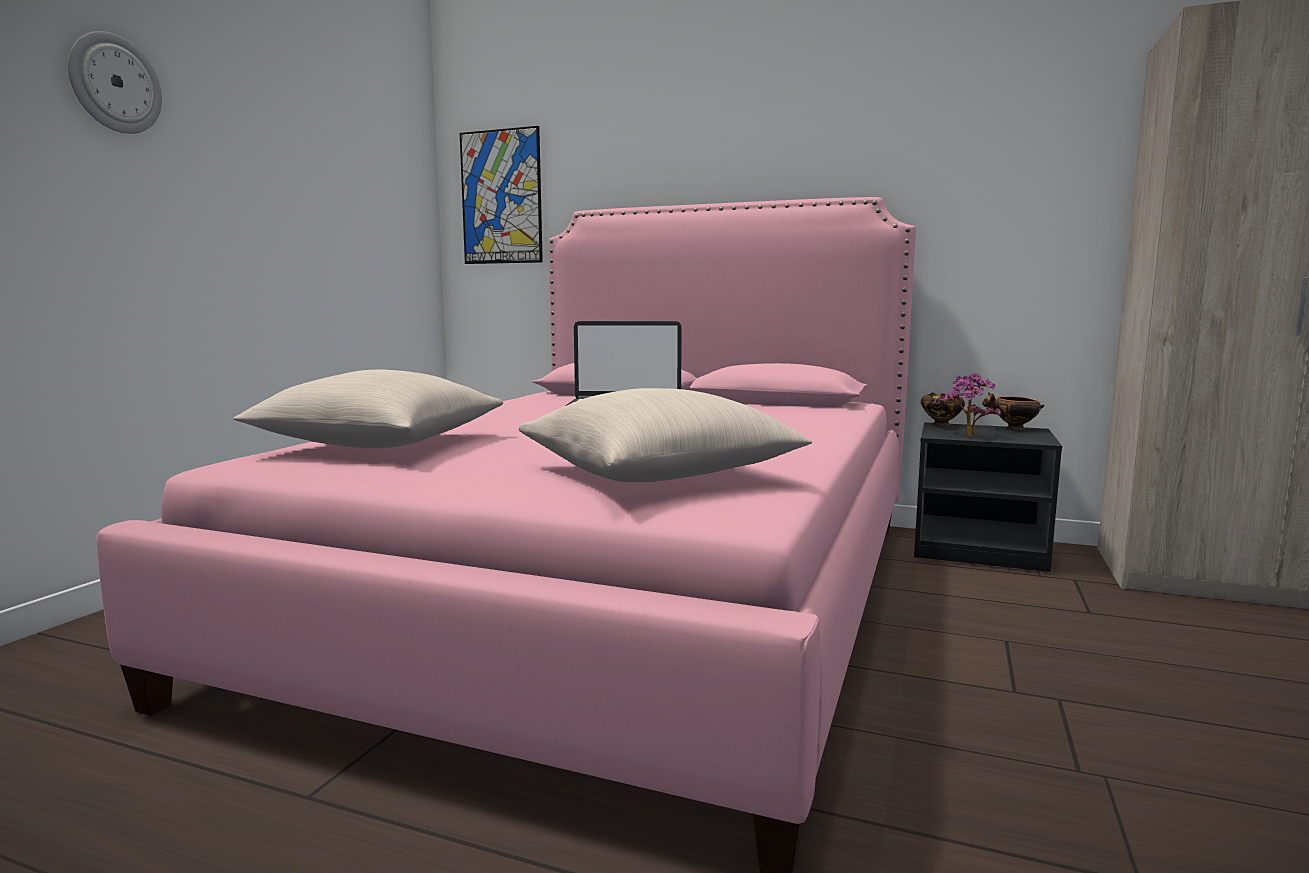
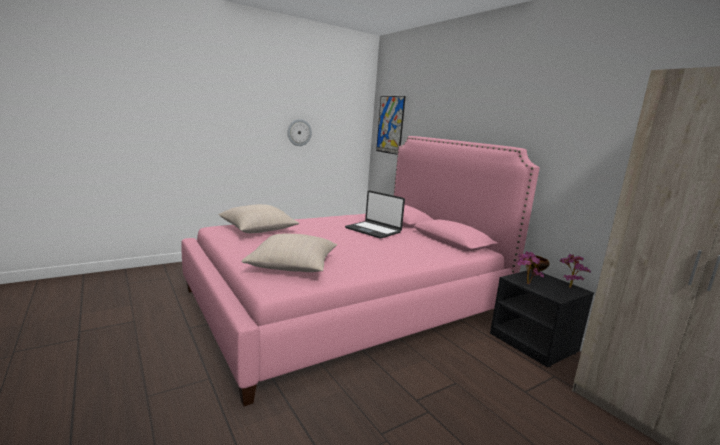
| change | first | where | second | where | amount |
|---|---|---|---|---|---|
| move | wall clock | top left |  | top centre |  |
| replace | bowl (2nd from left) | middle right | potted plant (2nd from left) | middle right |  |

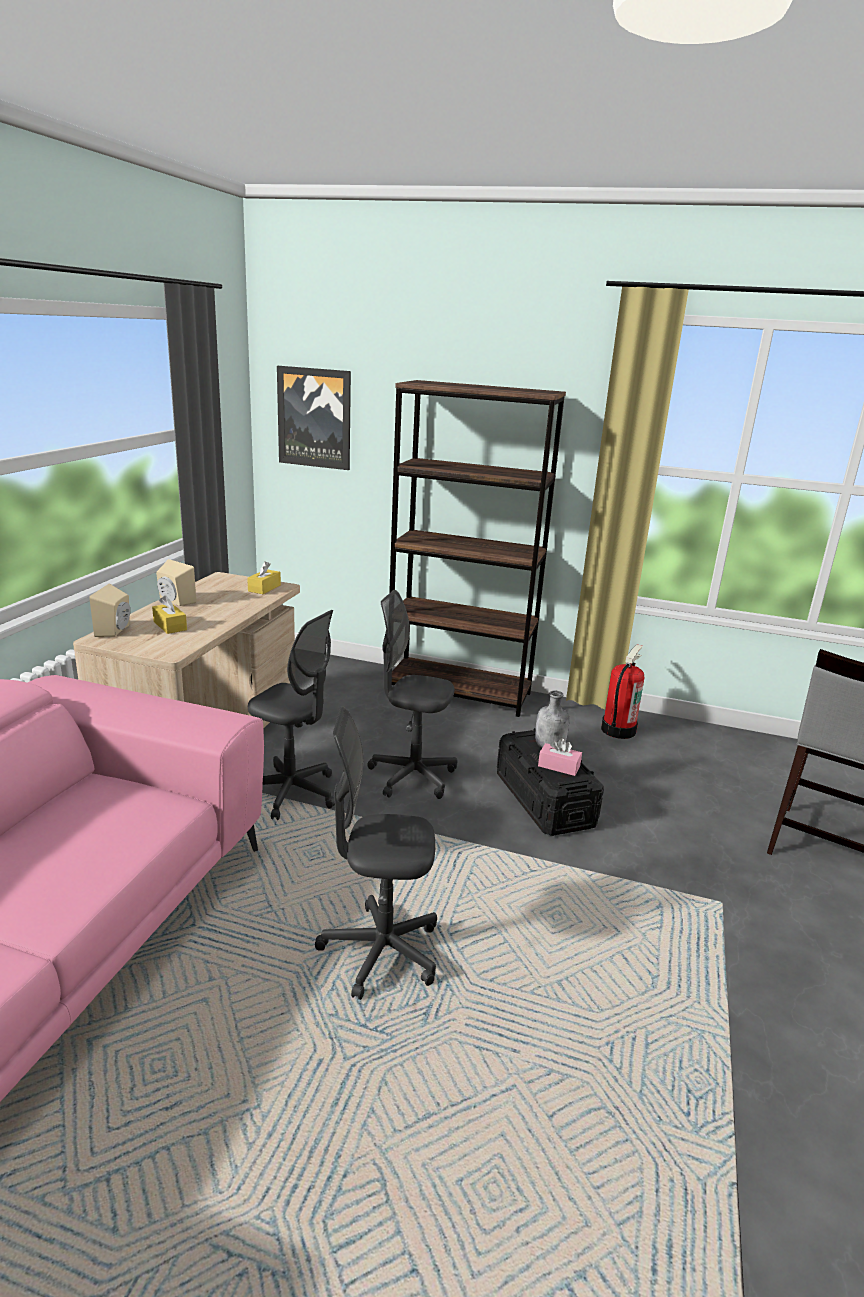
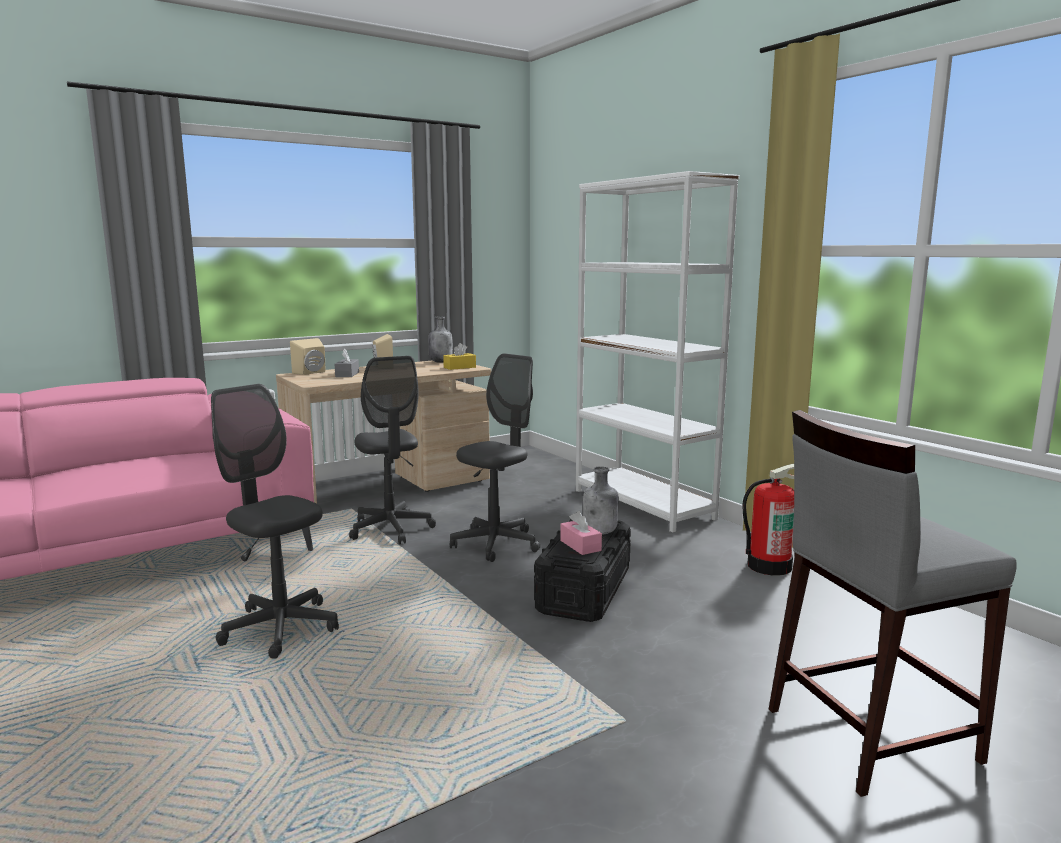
| change | first | where | second | where | amount |
|---|---|---|---|---|---|
| recolor | yellow tissue box (1st from left) | middle left | grey tissue box | middle left |  |
| insert |  |  | grey bottle (1st from left) | centre |  |
| rotate | grey office chair (3rd from left) | centre |  | centre | 75 degrees clockwise |
| recolor | brown bookcase | centre | white bookcase | centre |  |
| delete | picture | top centre |  |  |  |

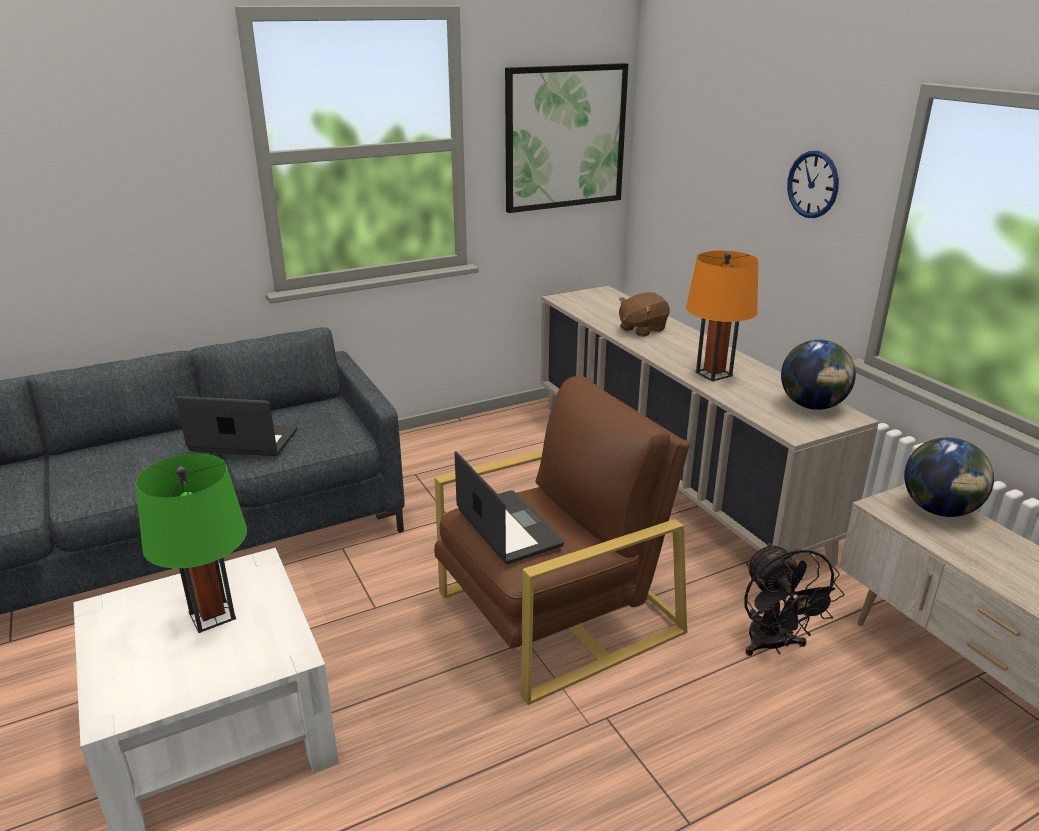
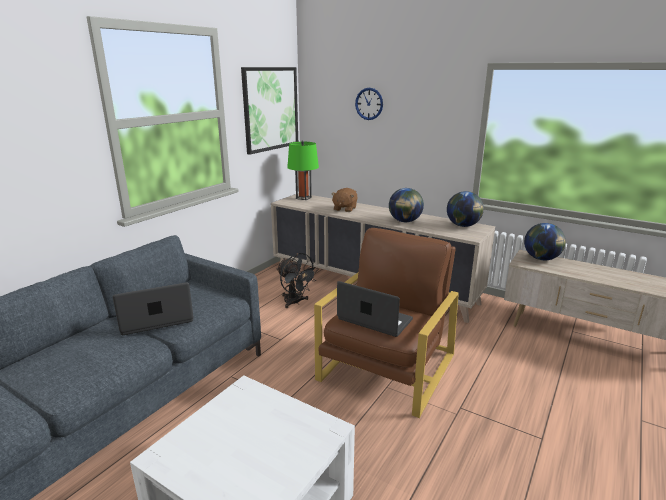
| change | first | where | second | where | amount |
|---|---|---|---|---|---|
| move | black fan | bottom right |  | centre |  |
| move | green table lamp | middle left |  | centre |  |
| move | wall clock | top right |  | top centre |  |
| replace | orange table lamp | middle right | globe (1st from left) | centre |  |

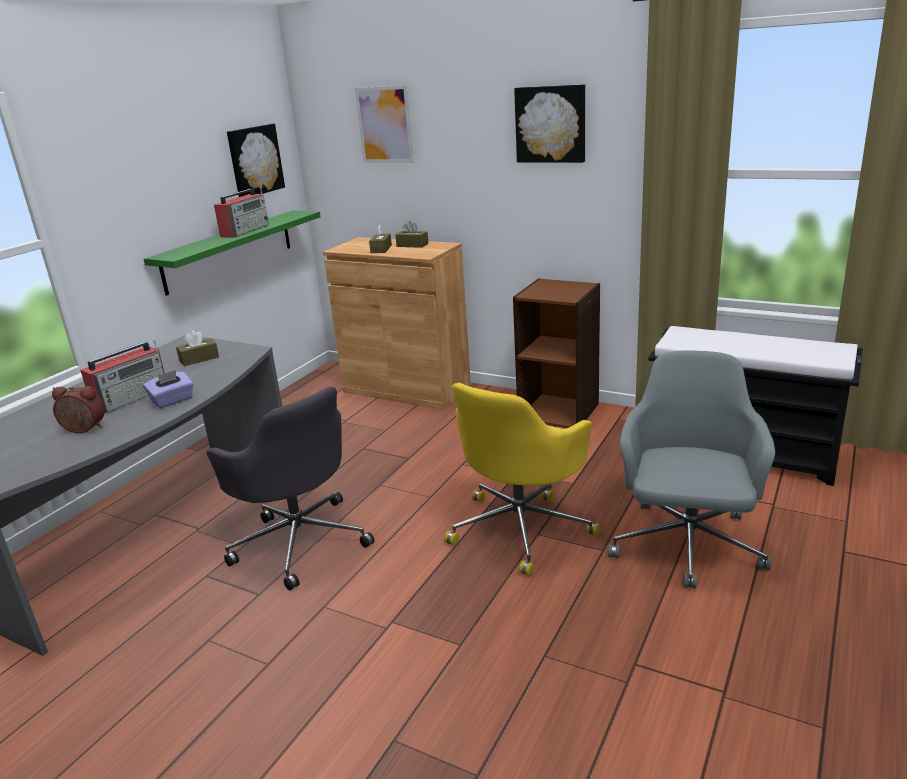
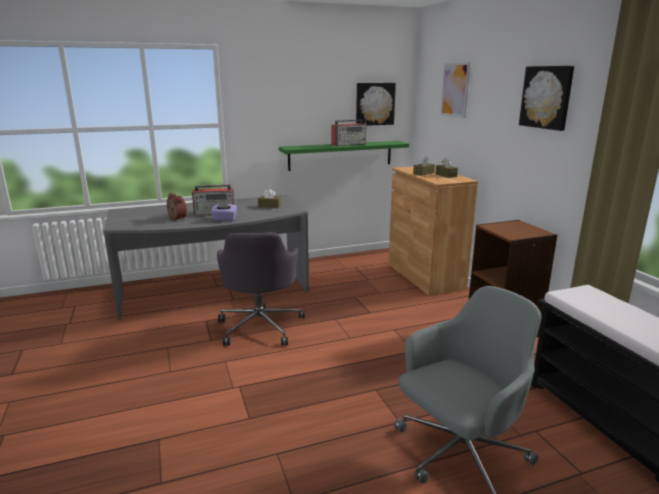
| change | first | where | second | where | amount |
|---|---|---|---|---|---|
| delete | yellow office chair | centre |  |  |  |

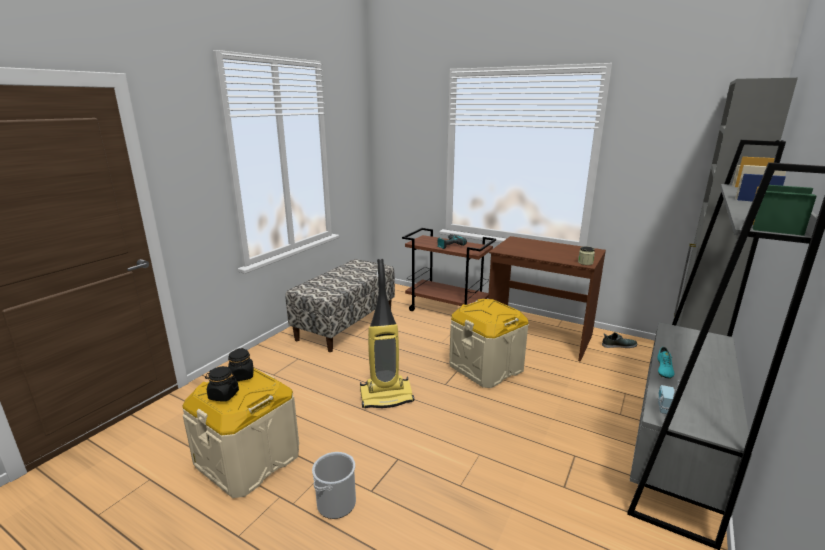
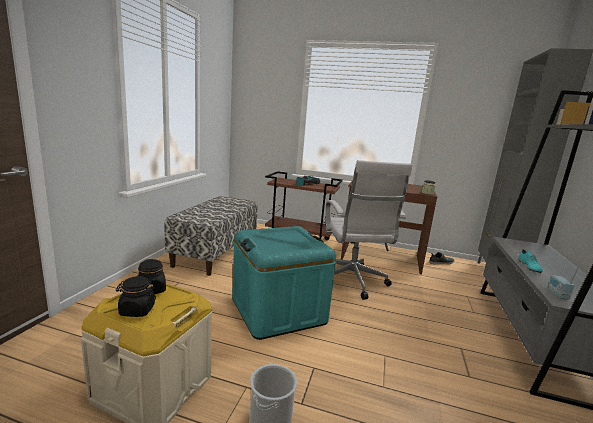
| change | first | where | second | where | amount |
|---|---|---|---|---|---|
| replace | vacuum cleaner | centre | turquoise storage box | bottom centre |  |
| replace | beige storage box (2nd from left) | centre | white office chair | centre |  |

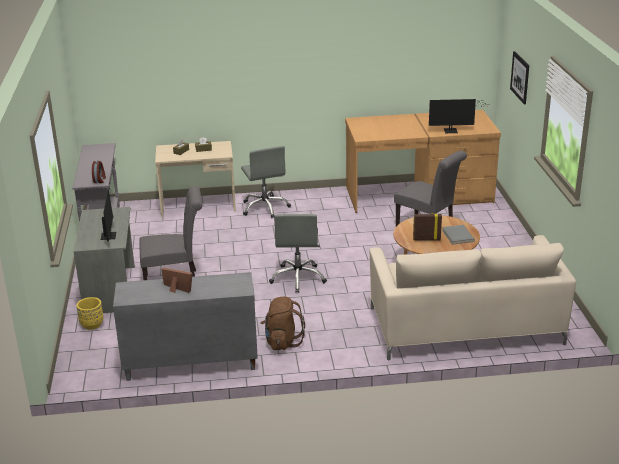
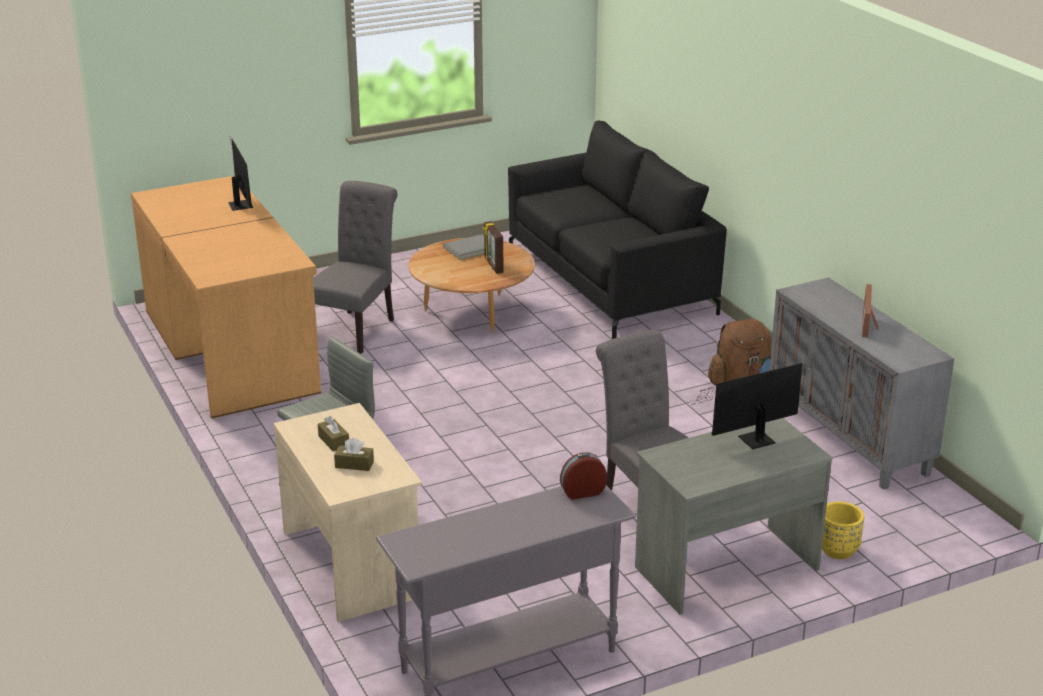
| change | first | where | second | where | amount |
|---|---|---|---|---|---|
| recolor | beige sofa | middle right | black sofa | top centre |  |
| delete | grey office chair (2nd from left) | centre |  |  |  |
| delete | picture | top right |  |  |  |

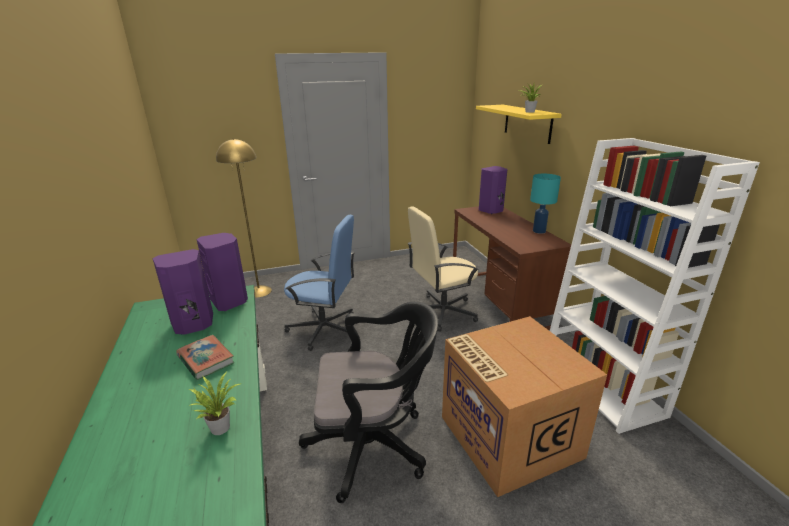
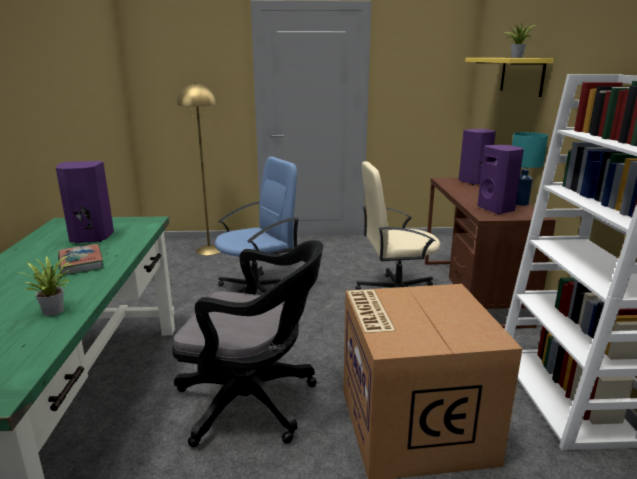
| change | first | where | second | where | amount |
|---|---|---|---|---|---|
| rotate | blue office chair | centre |  | centre | 60 degrees counterclockwise |
| move | purple speaker (2nd from left in the first image) | middle left | purple speaker (3rd from left) | middle right |  |

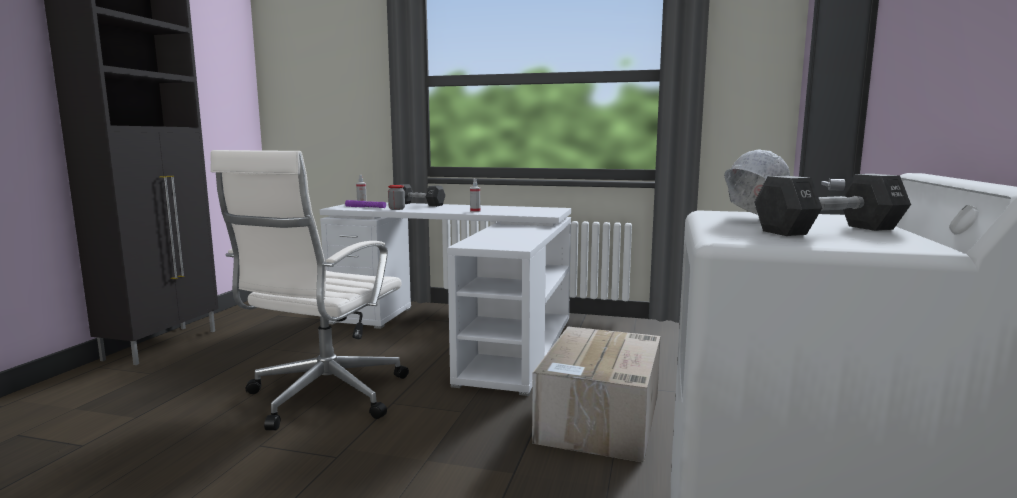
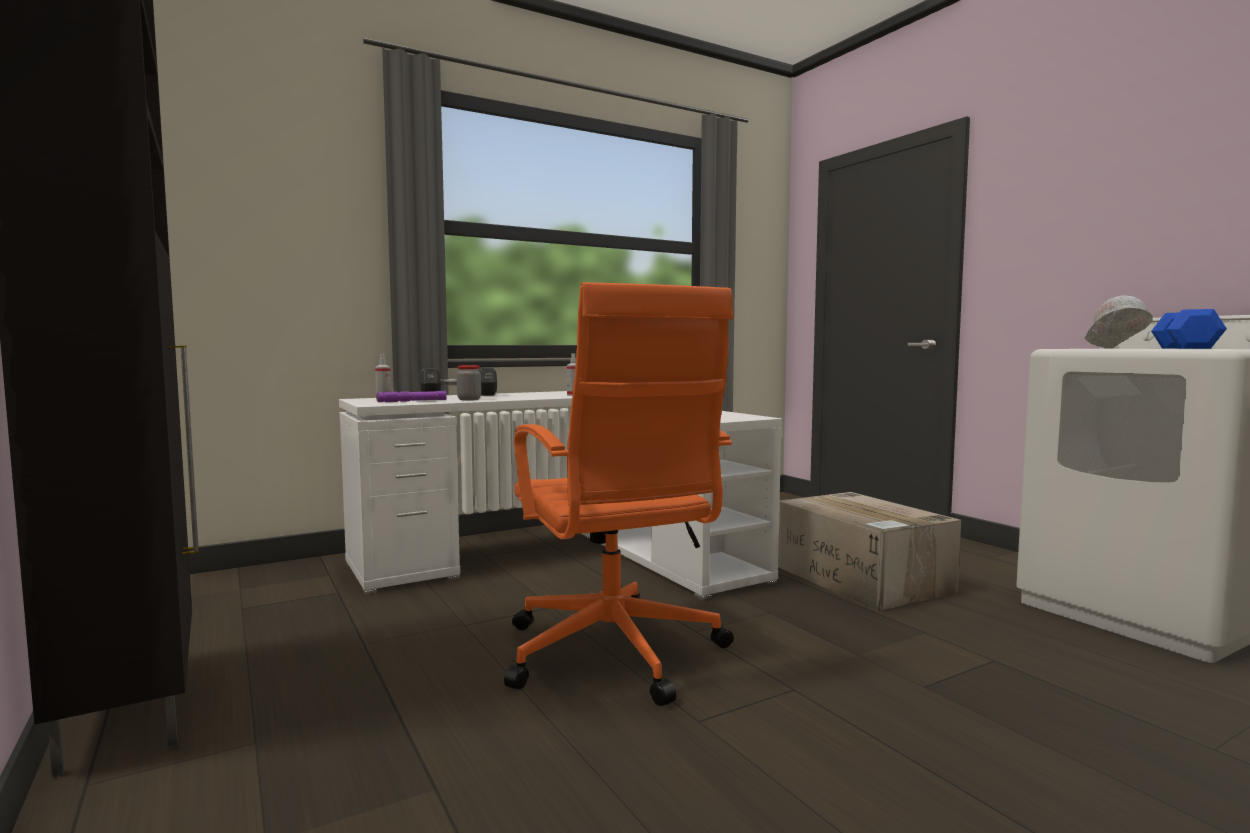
| change | first | where | second | where | amount |
|---|---|---|---|---|---|
| recolor | white office chair | middle left | orange office chair | centre |  |
| recolor | black dumbbell (2nd from left) | middle right | blue dumbbell | middle right |  |

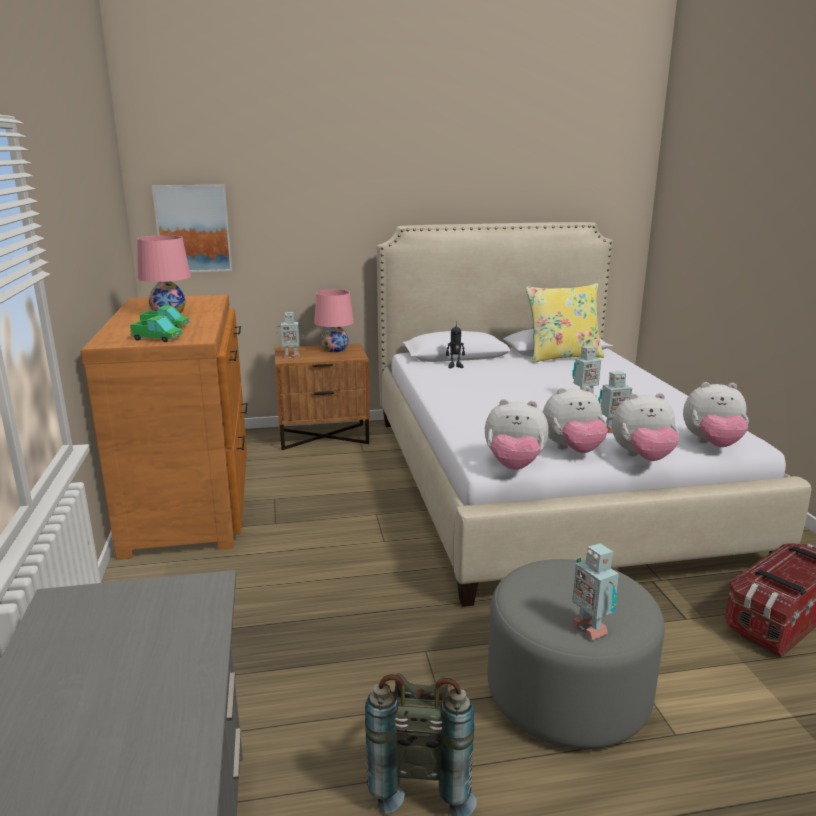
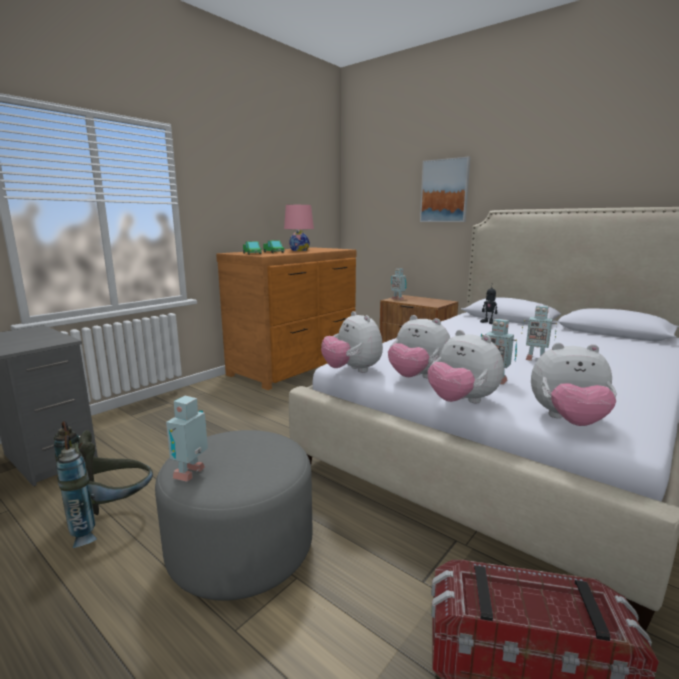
| change | first | where | second | where | amount |
|---|---|---|---|---|---|
| move | picture | top left |  | top centre |  |
| rotate | plush toy (4th from left) | middle right |  | middle right | 45 degrees counterclockwise |
| delete | pink table lamp (2nd from left) | centre |  |  |  |
| delete | yellow pillow | middle right |  |  |  |

